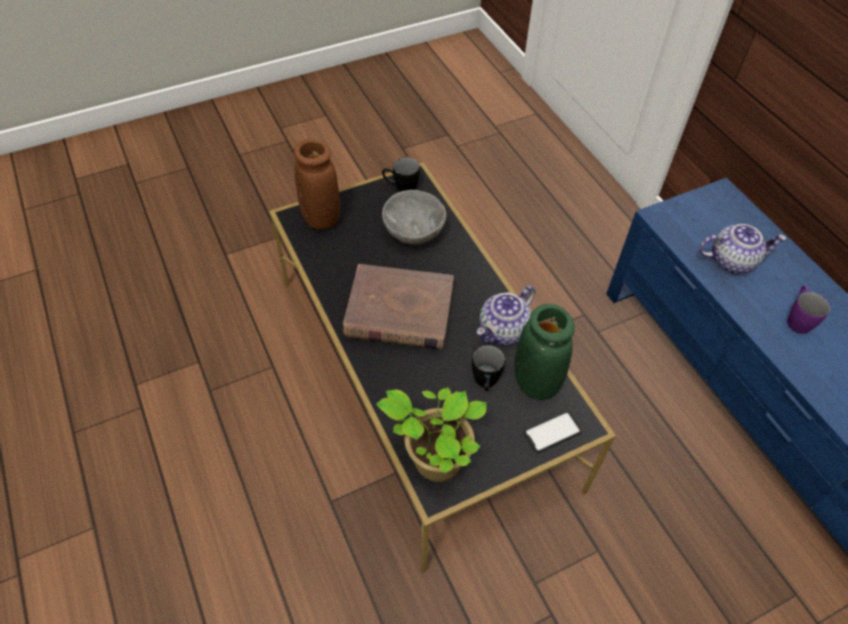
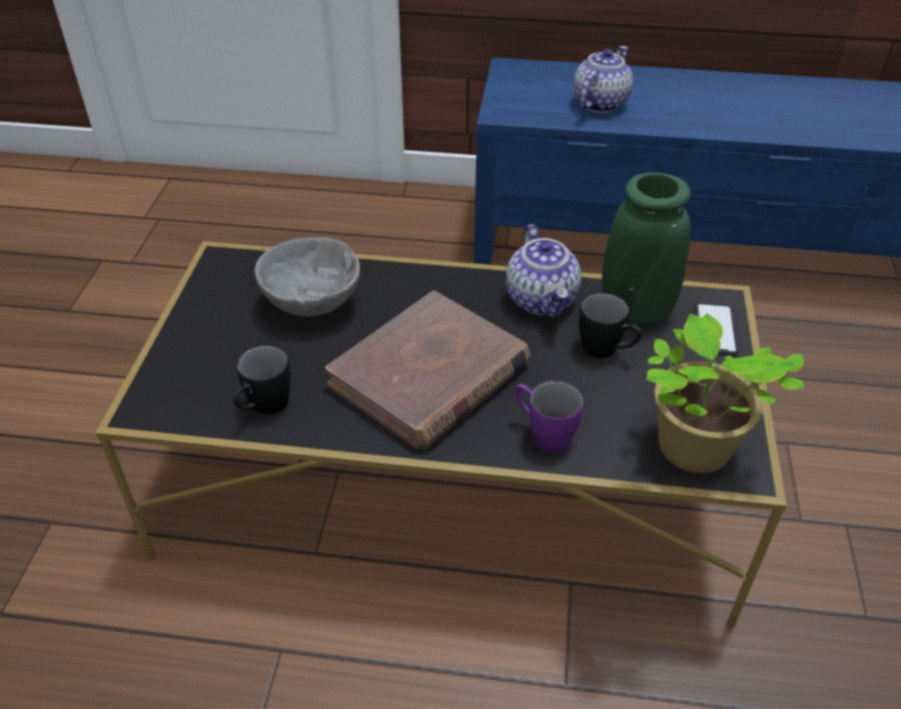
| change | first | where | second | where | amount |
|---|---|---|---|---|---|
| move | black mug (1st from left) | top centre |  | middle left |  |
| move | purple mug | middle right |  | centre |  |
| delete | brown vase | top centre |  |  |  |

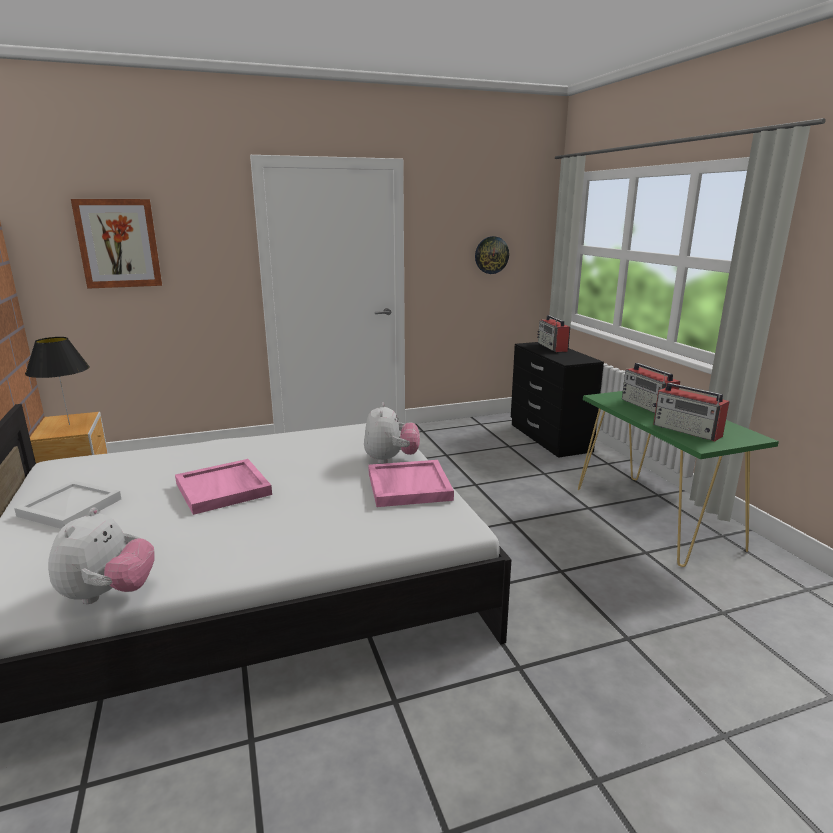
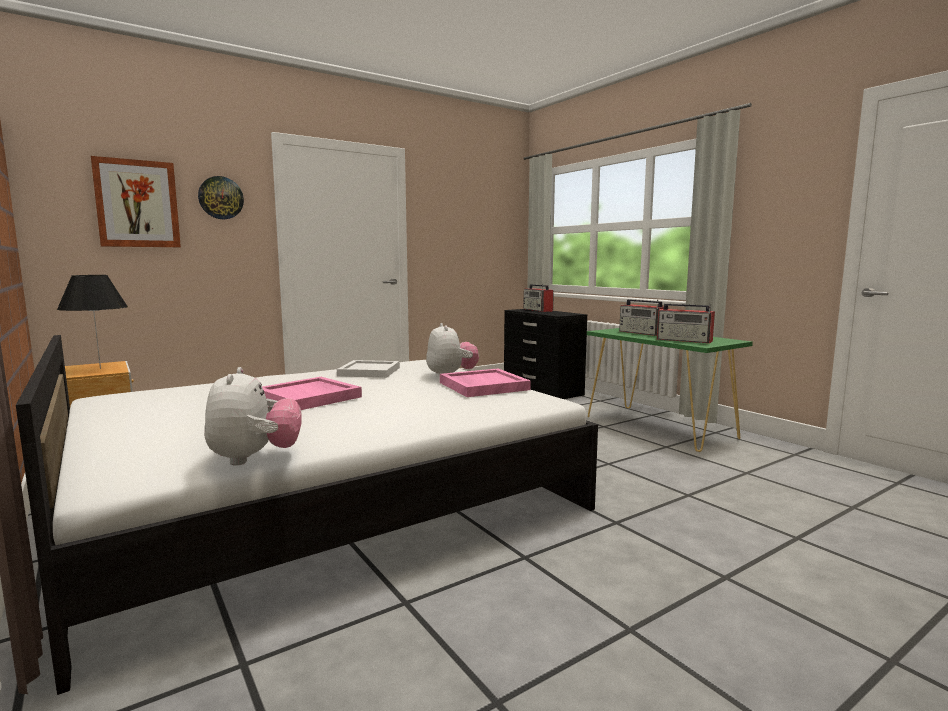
| change | first | where | second | where | amount |
|---|---|---|---|---|---|
| move | wall clock | top centre |  | top left |  |
| move | white tray | middle left |  | centre |  |

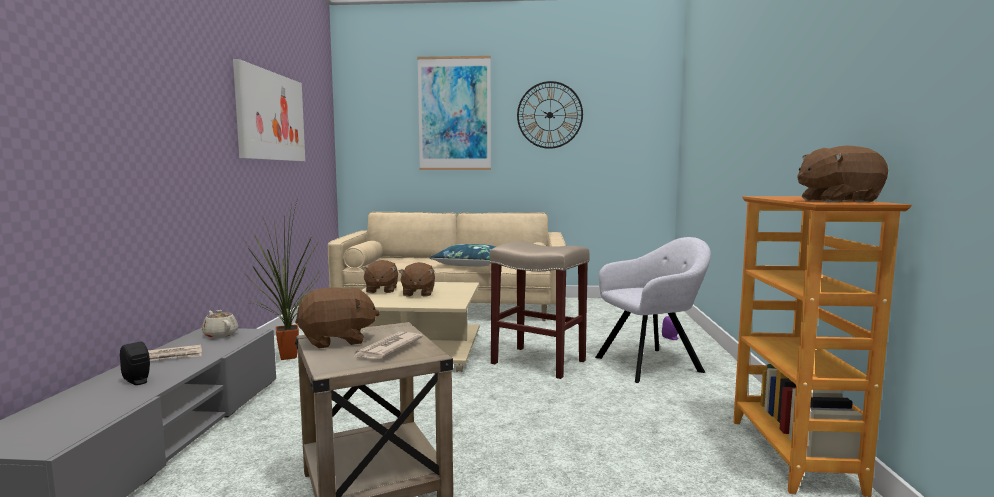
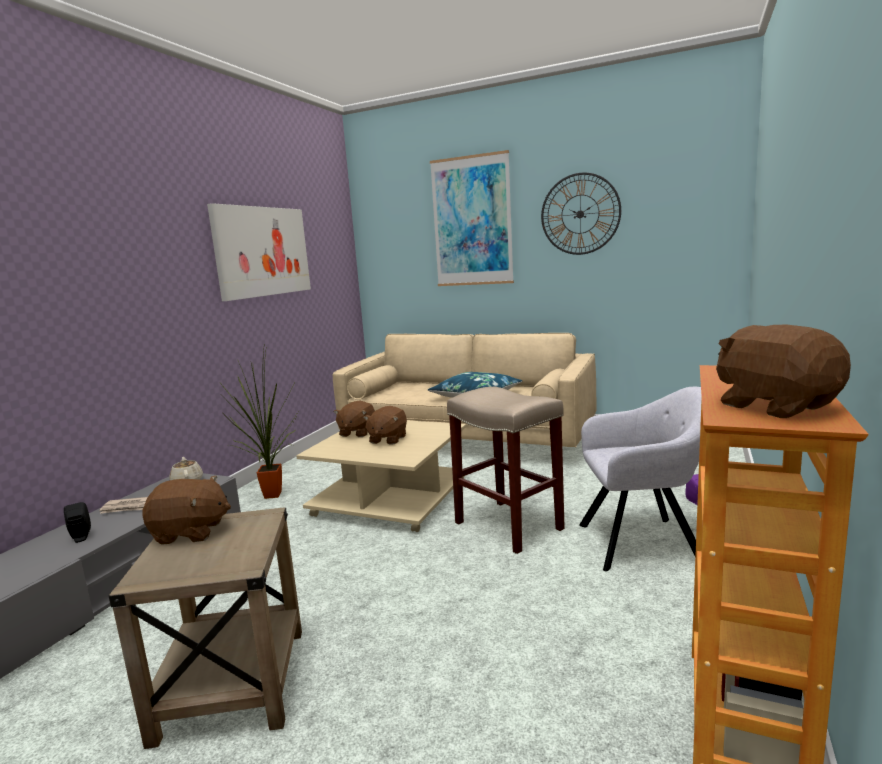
| change | first | where | second | where | amount |
|---|---|---|---|---|---|
| rotate | brown plush toy (4th from left) | middle right |  | middle right | 45 degrees clockwise |
| delete | newspaper (2nd from left) | bottom centre |  |  |  |

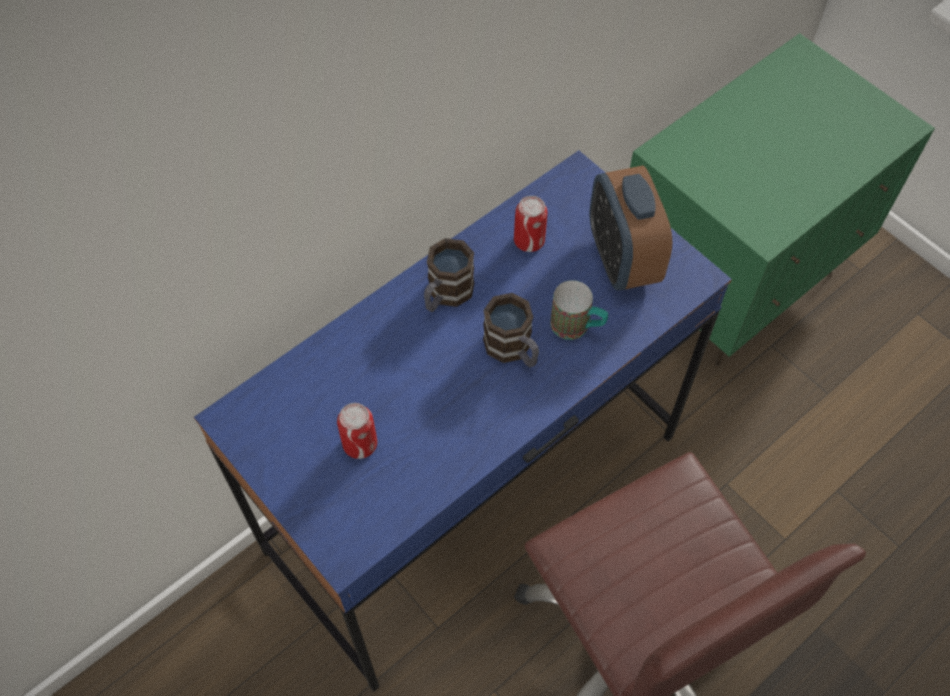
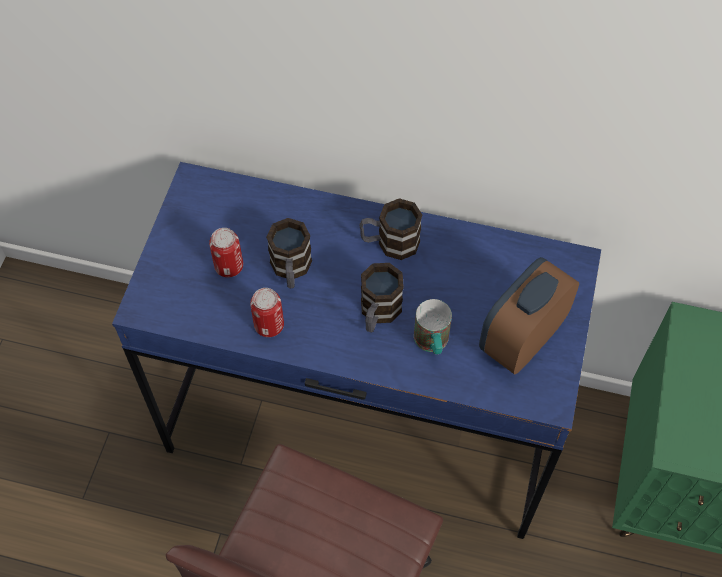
| change | first | where | second | where | amount |
|---|---|---|---|---|---|
| move | can (2nd from left) | top centre |  | centre |  |
| insert |  |  | mug (1st from left) | centre |  |

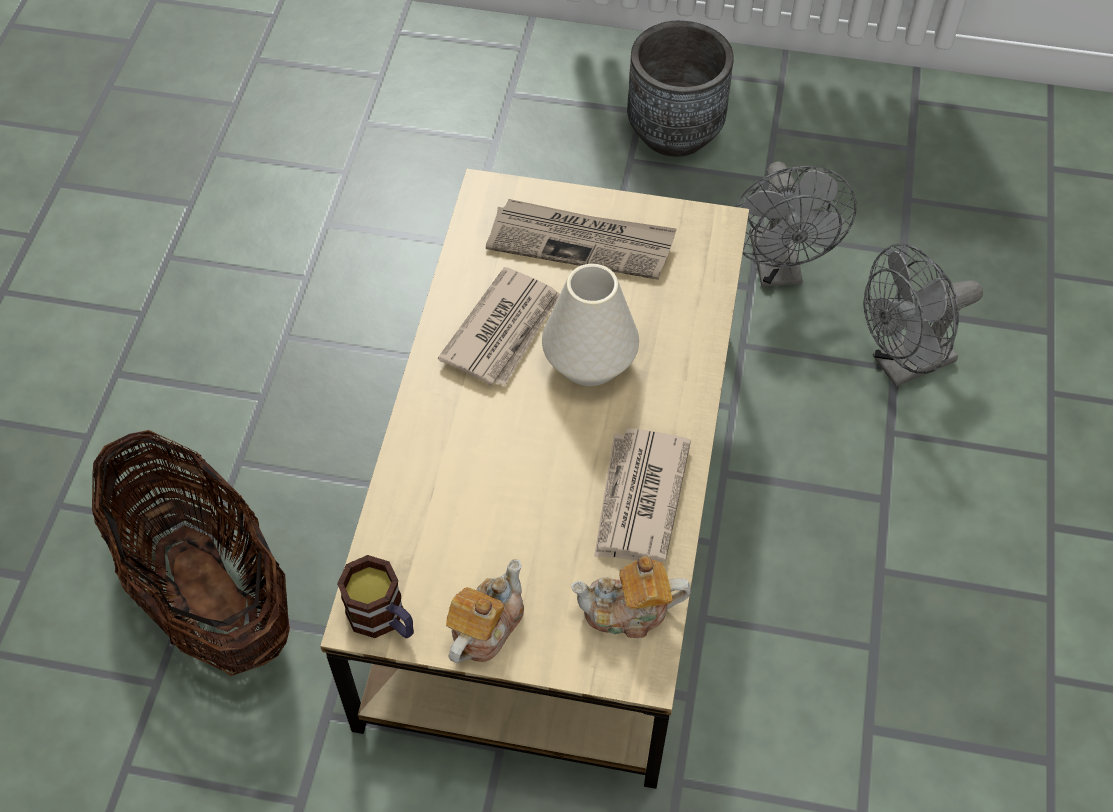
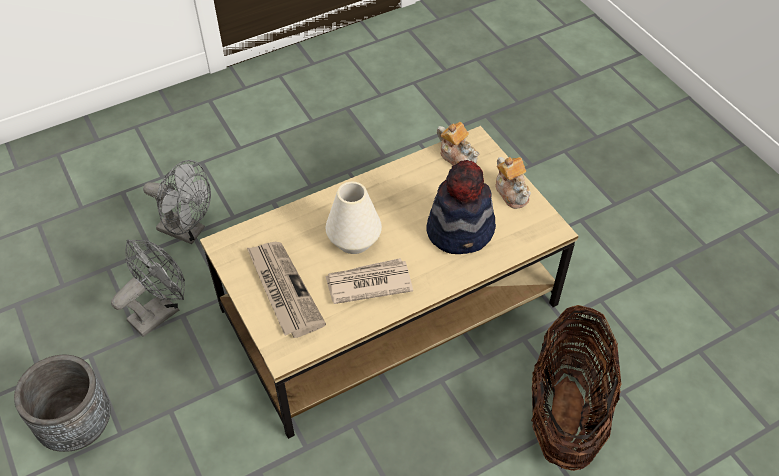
| change | first | where | second | where | amount |
|---|---|---|---|---|---|
| insert |  |  | hat | centre |  |
| rotate | teapot (1st from left in the first image) | bottom centre | teapot (2nd from left) | centre | 105 degrees counterclockwise |
| delete | mug | bottom centre |  |  |  |
| delete | newspaper (3rd from left) | centre |  |  |  |

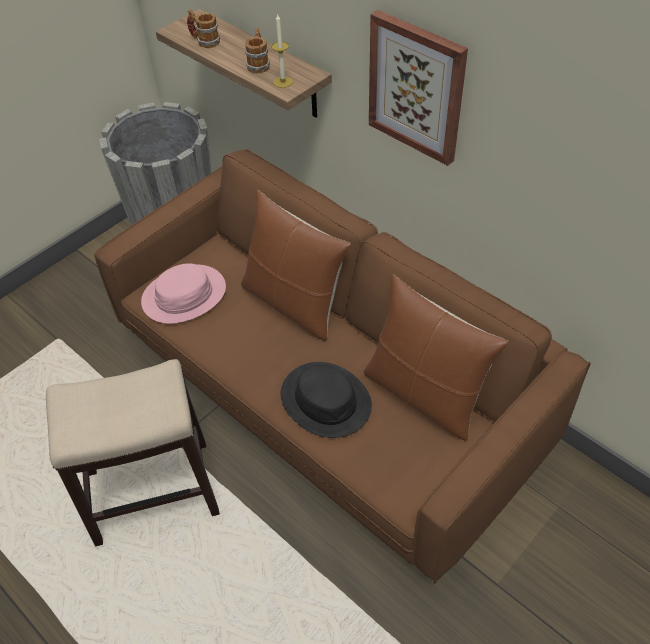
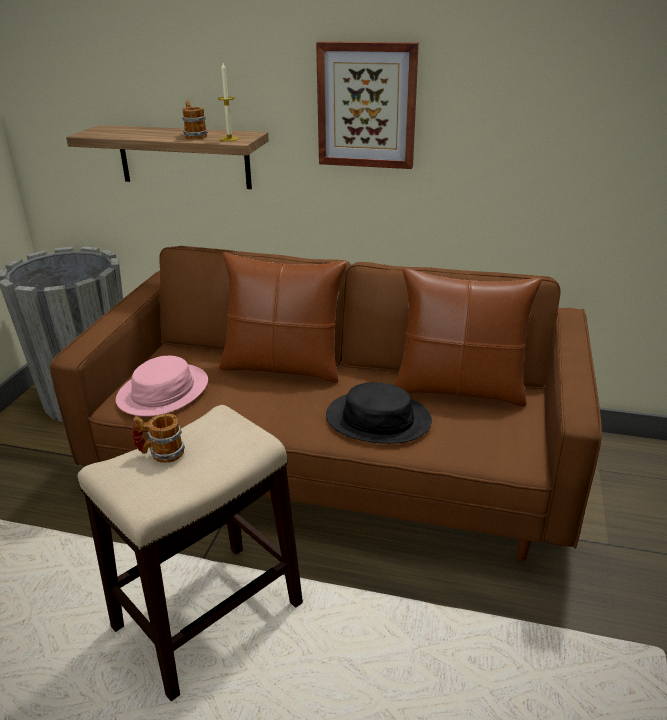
| change | first | where | second | where | amount |
|---|---|---|---|---|---|
| move | mug (1st from left) | top left |  | middle left |  |

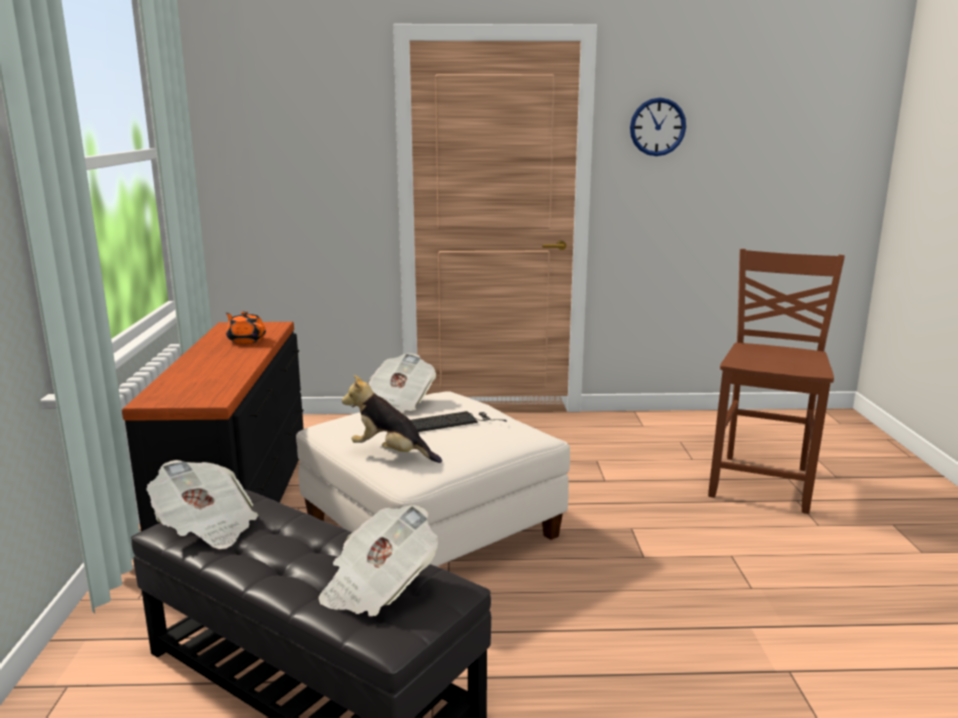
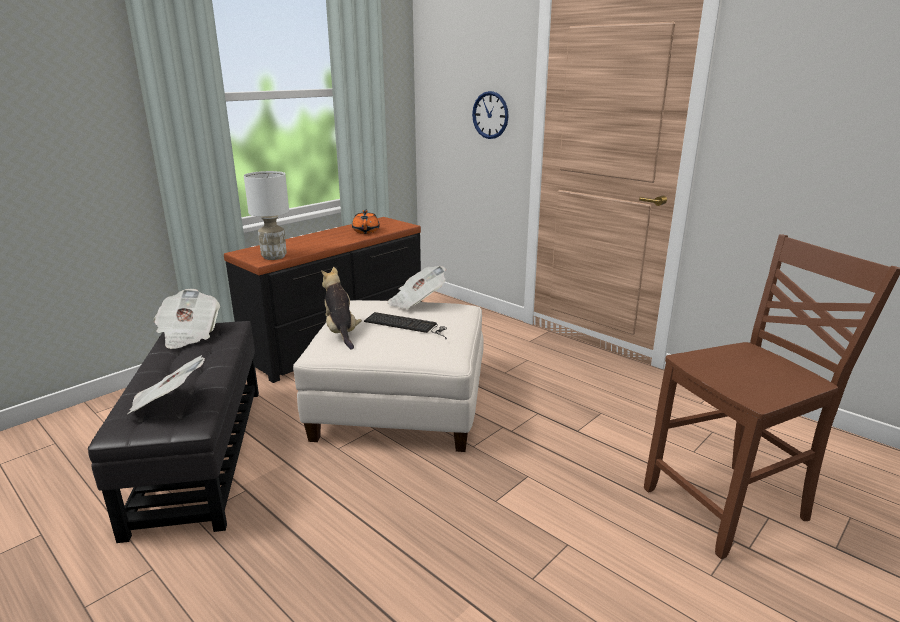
| change | first | where | second | where | amount |
|---|---|---|---|---|---|
| insert |  |  | white table lamp | middle left |  |
| move | wall clock | top right |  | top centre |  |

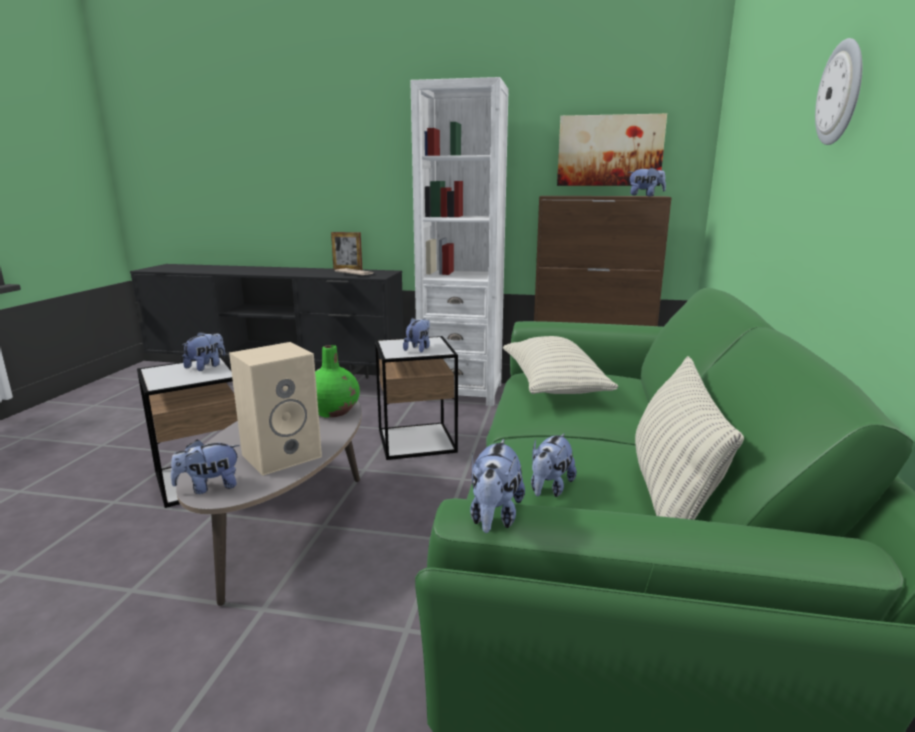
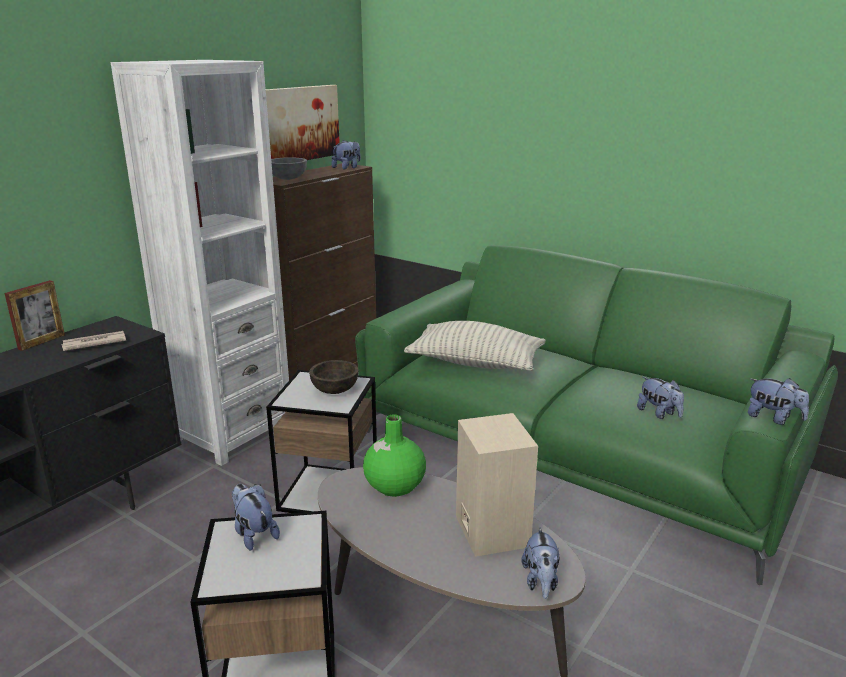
| change | first | where | second | where | amount |
|---|---|---|---|---|---|
| insert |  |  | grey bowl | top centre |  |
| replace | plush toy (3rd from left) | centre | brown bowl | centre |  |
| delete | pillow (2nd from left) | middle right |  |  |  |
| delete | wall clock | top right |  |  |  |

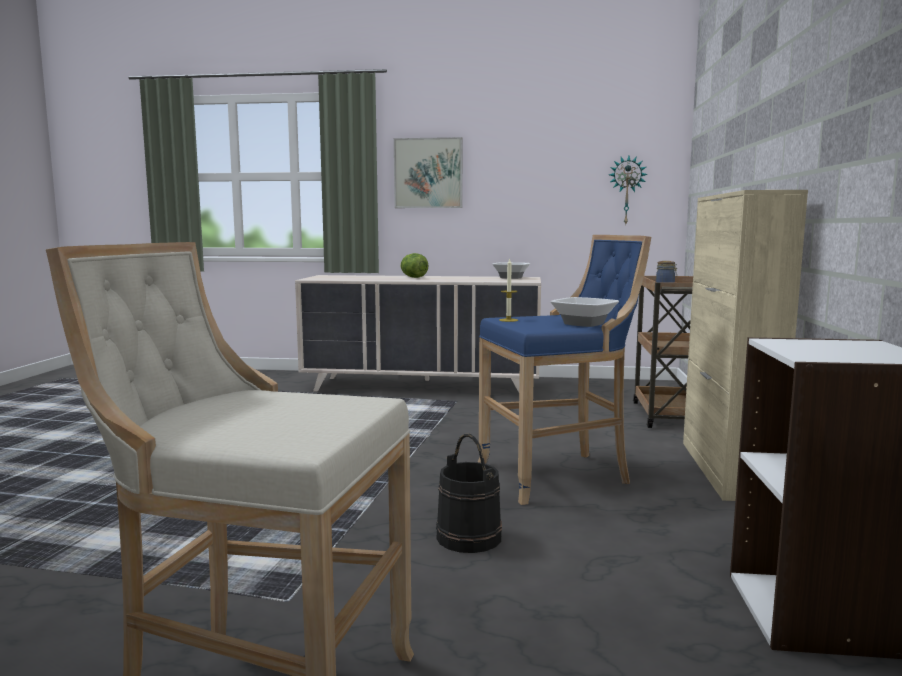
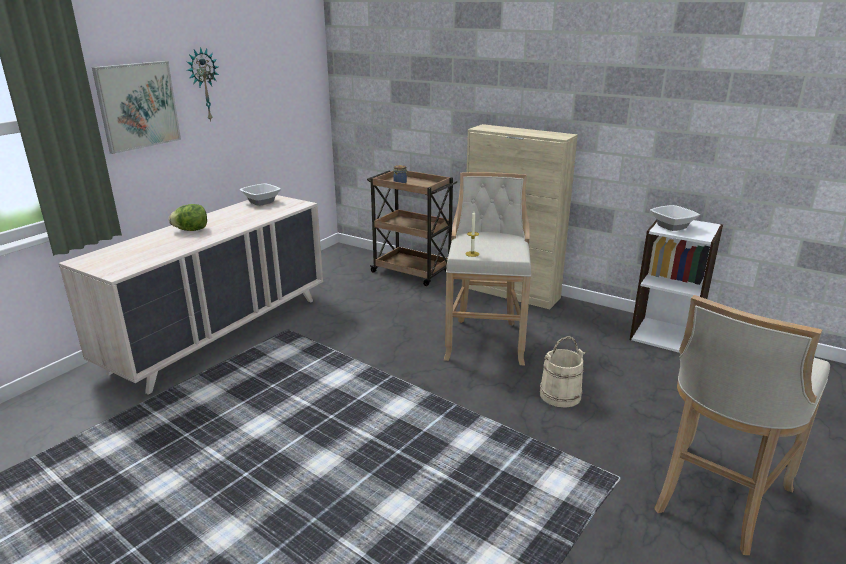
| change | first | where | second | where | amount |
|---|---|---|---|---|---|
| move | wall clock | top right |  | top left |  |
| recolor | blue stool | centre | beige stool (1st from left) | centre |  |
| recolor | black bucket | bottom centre | beige bucket | centre |  |
| move | bowl (2nd from left) | centre |  | middle right |  |

